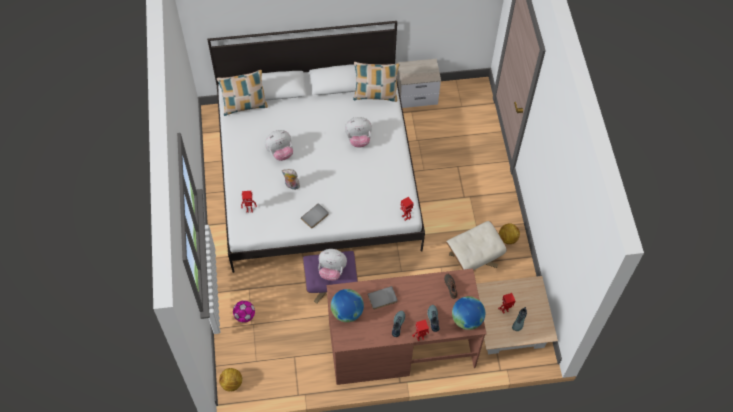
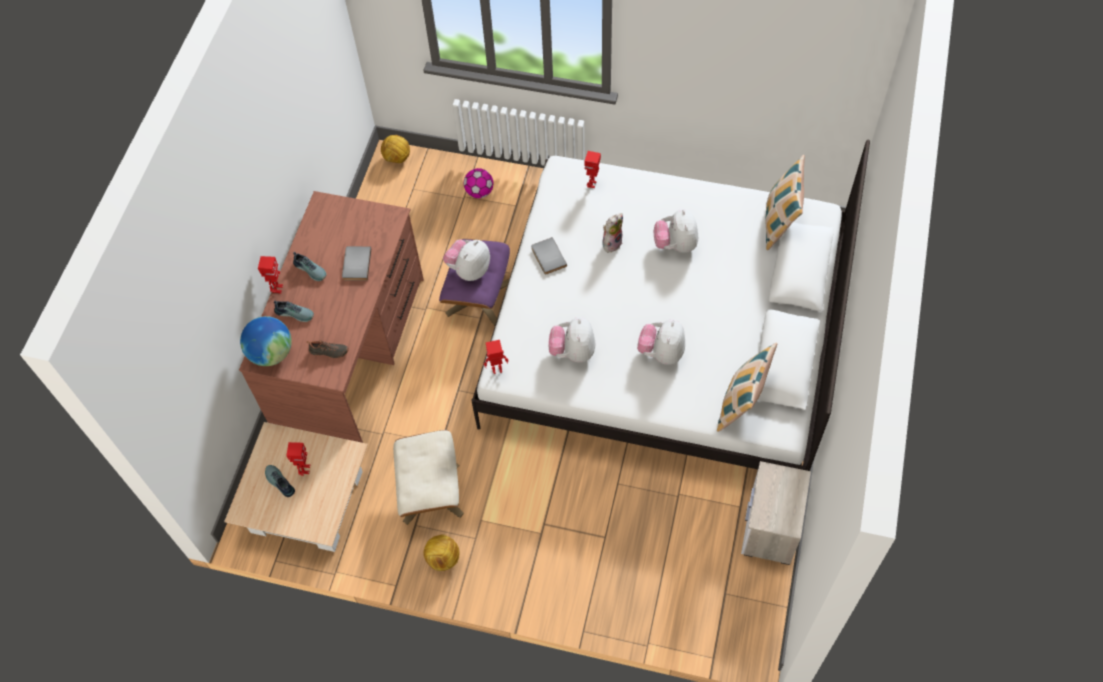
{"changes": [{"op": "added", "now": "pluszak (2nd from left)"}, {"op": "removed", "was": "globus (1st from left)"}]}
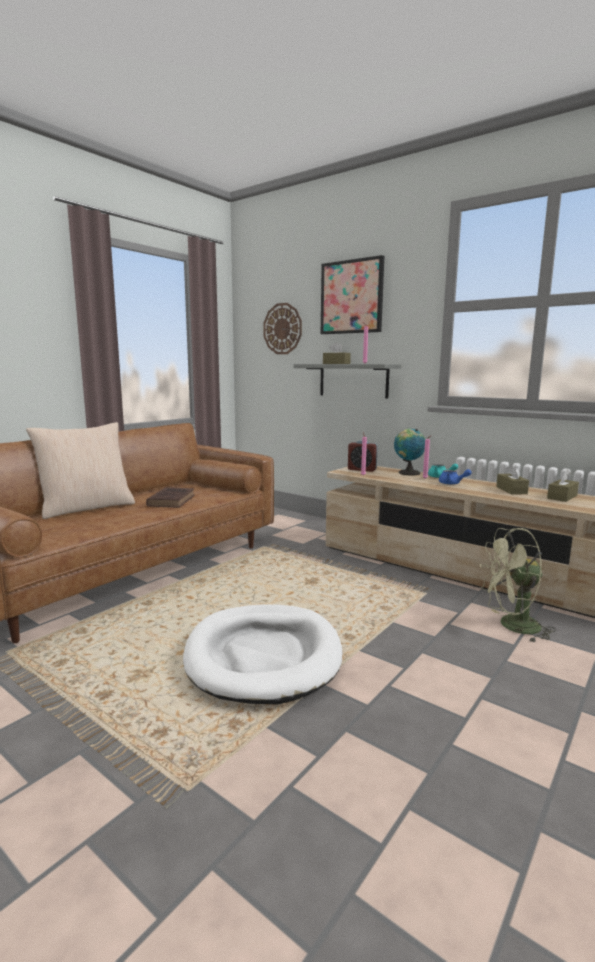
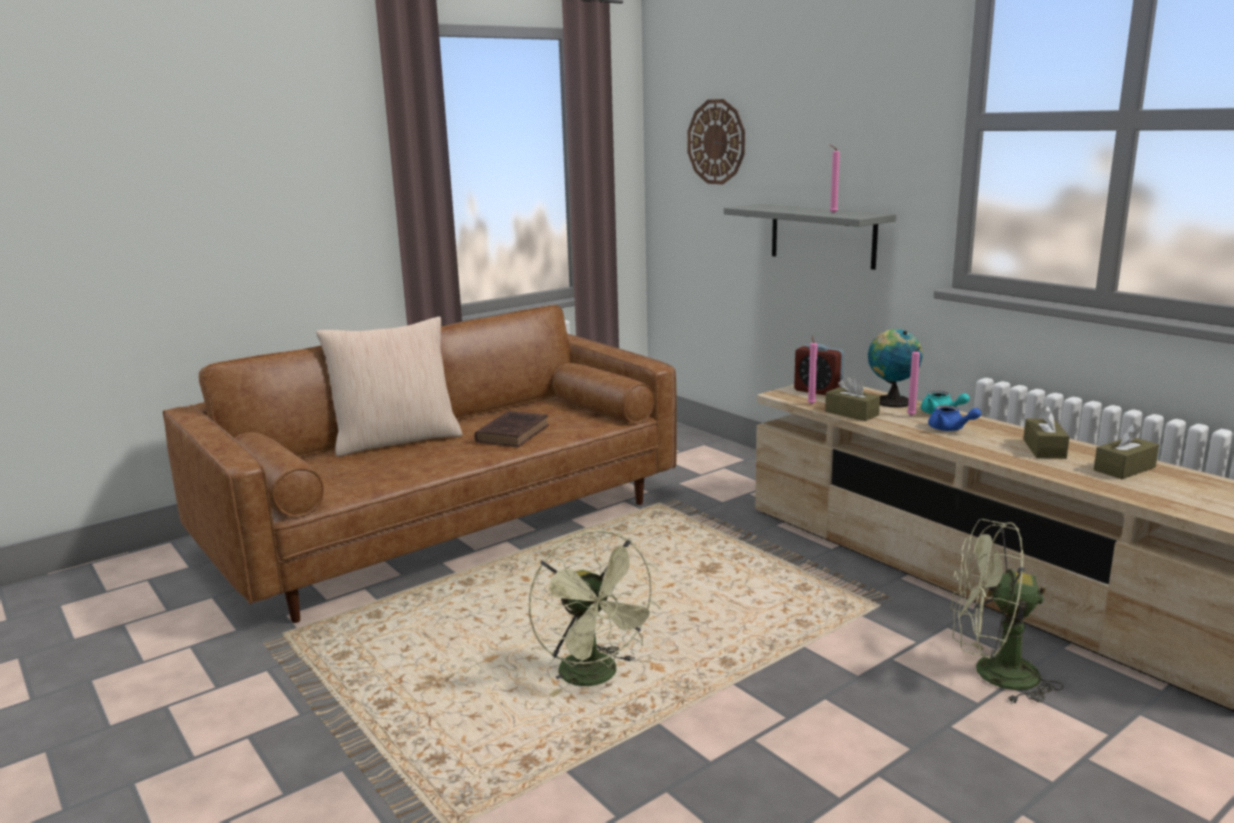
{"changes": [{"op": "replaced", "was": "legowisko (biały)", "now": "wentylator (zielony) (1st from left)"}, {"op": "moved", "was": "pudełko chusteczek (brązowy) (1st from left)"}, {"op": "removed", "was": "obraz"}]}
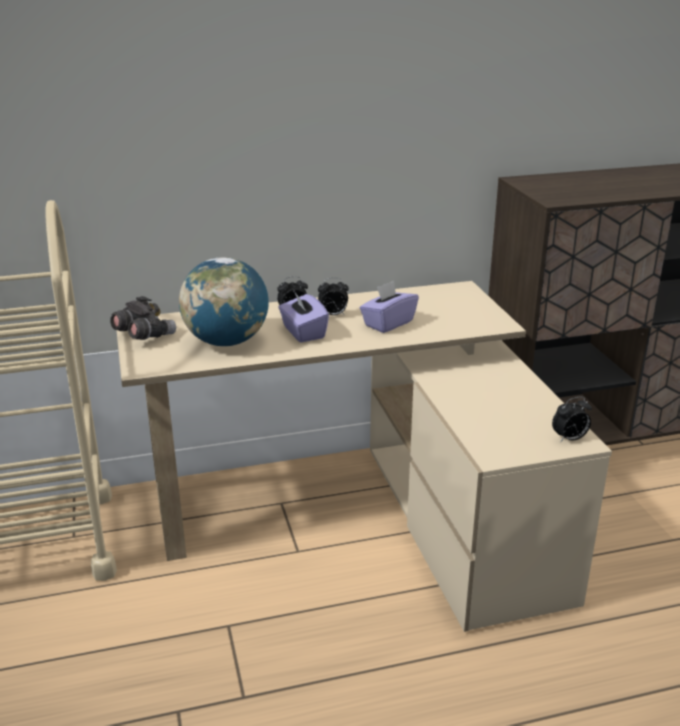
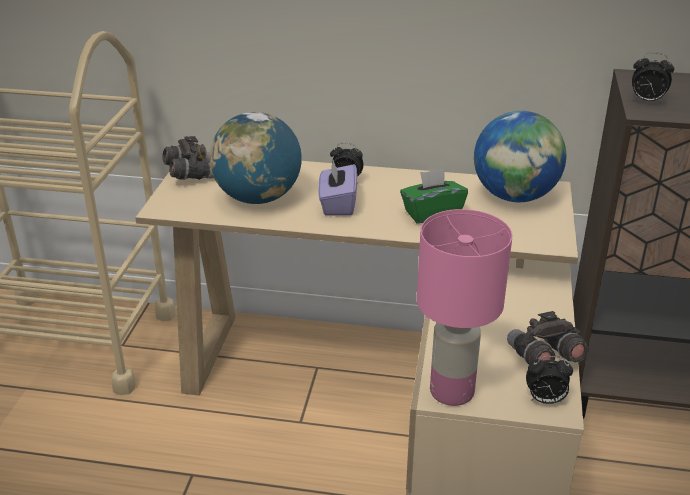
{"changes": [{"op": "recoloured", "was": "pudełko chusteczek (fioletowy) (2nd from left)", "now": "pudełko chusteczek (zielony)"}, {"op": "added", "now": "lampa stołowa (różowy)"}, {"op": "added", "now": "globus (2nd from left)"}, {"op": "added", "now": "lornetka (szary) (2nd from left)"}, {"op": "moved", "was": "budzik (2nd from left in the first image)", "now": "budzik (3rd from left)"}]}
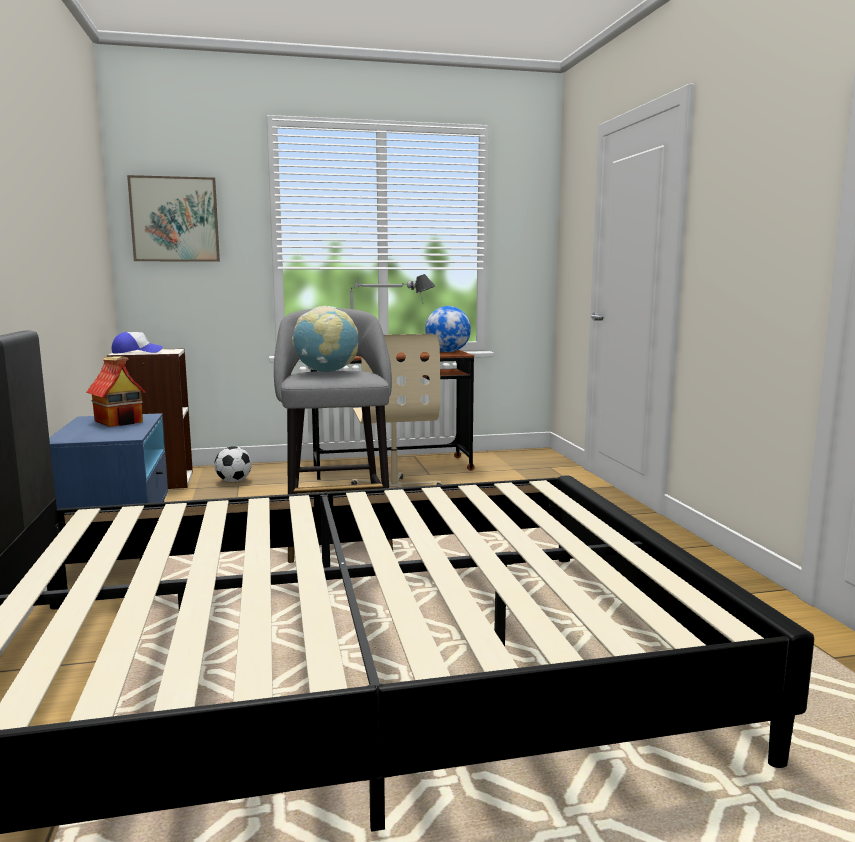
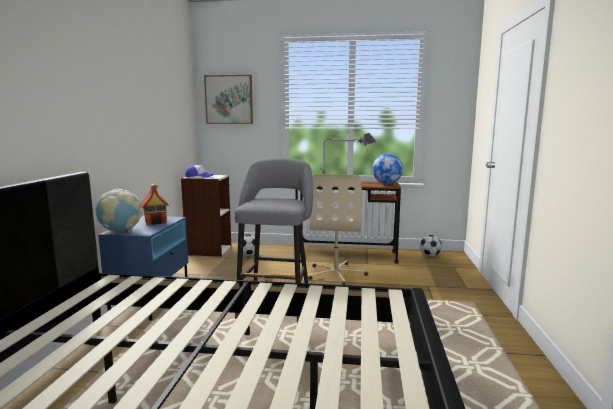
{"changes": [{"op": "moved", "was": "globus (1st from left)"}, {"op": "added", "now": "piłka futbolowa (2nd from left)"}]}
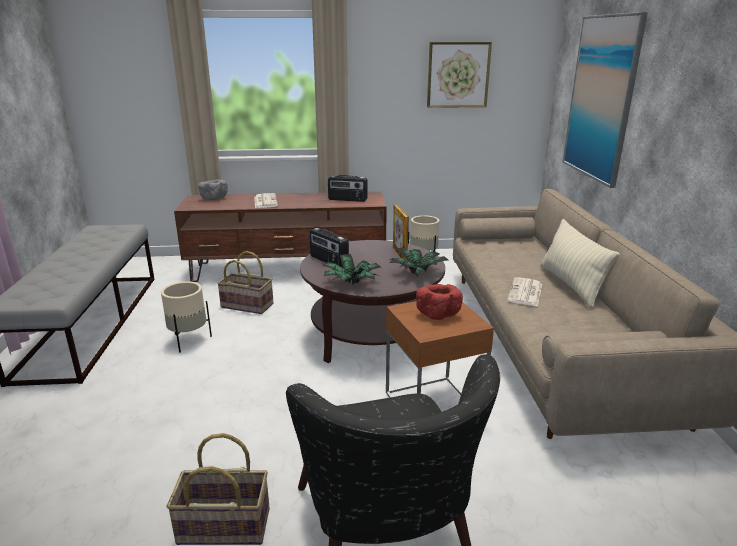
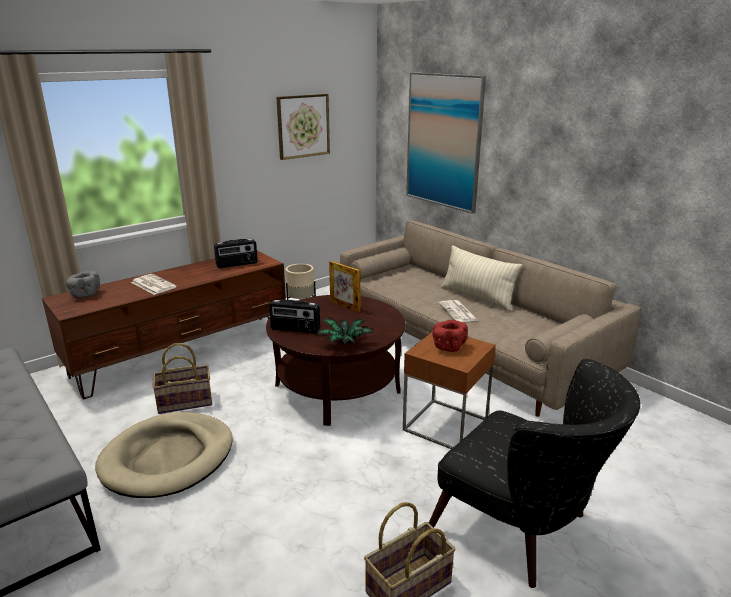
{"changes": [{"op": "replaced", "was": "donica (beżowy) (1st from left)", "now": "legowisko (beżowy)"}, {"op": "removed", "was": "roślina doniczkowa (2nd from left)"}]}
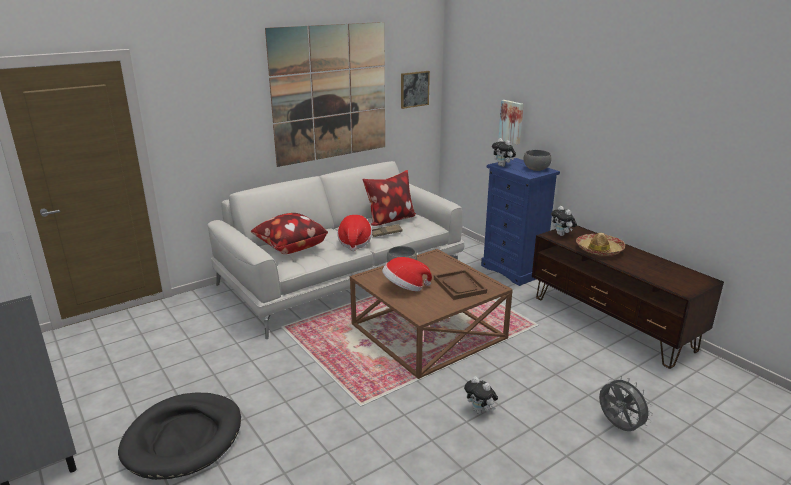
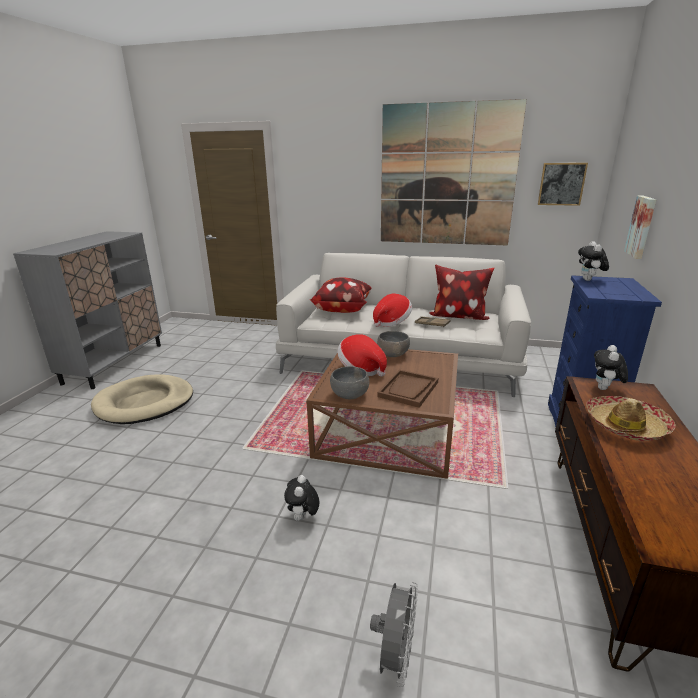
{"changes": [{"op": "recoloured", "was": "legowisko (czarny)", "now": "legowisko (beżowy)"}, {"op": "moved", "was": "miska (szary) (2nd from left in the first image)", "now": "miska (szary) (1st from left)"}]}
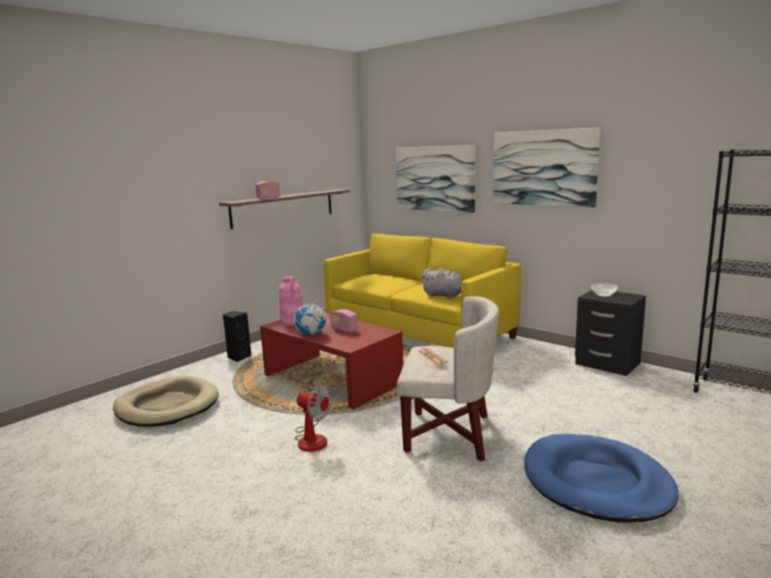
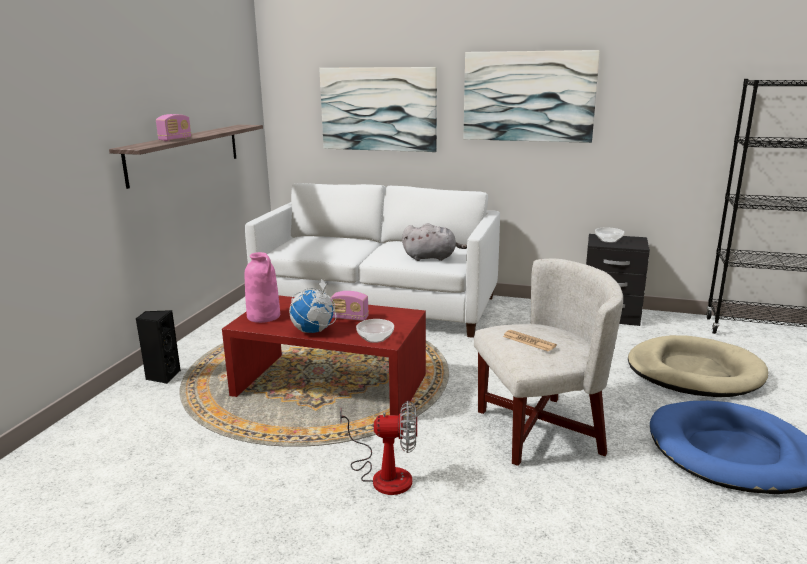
{"changes": [{"op": "recoloured", "was": "kanapa (żółty)", "now": "kanapa (biały)"}, {"op": "added", "now": "miska (1st from left)"}, {"op": "moved", "was": "legowisko (beżowy)"}]}
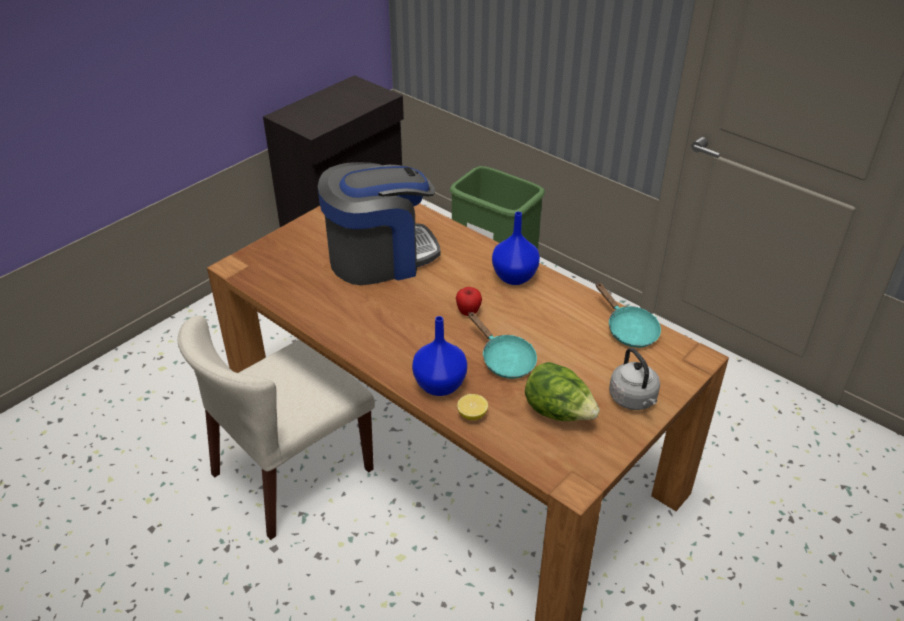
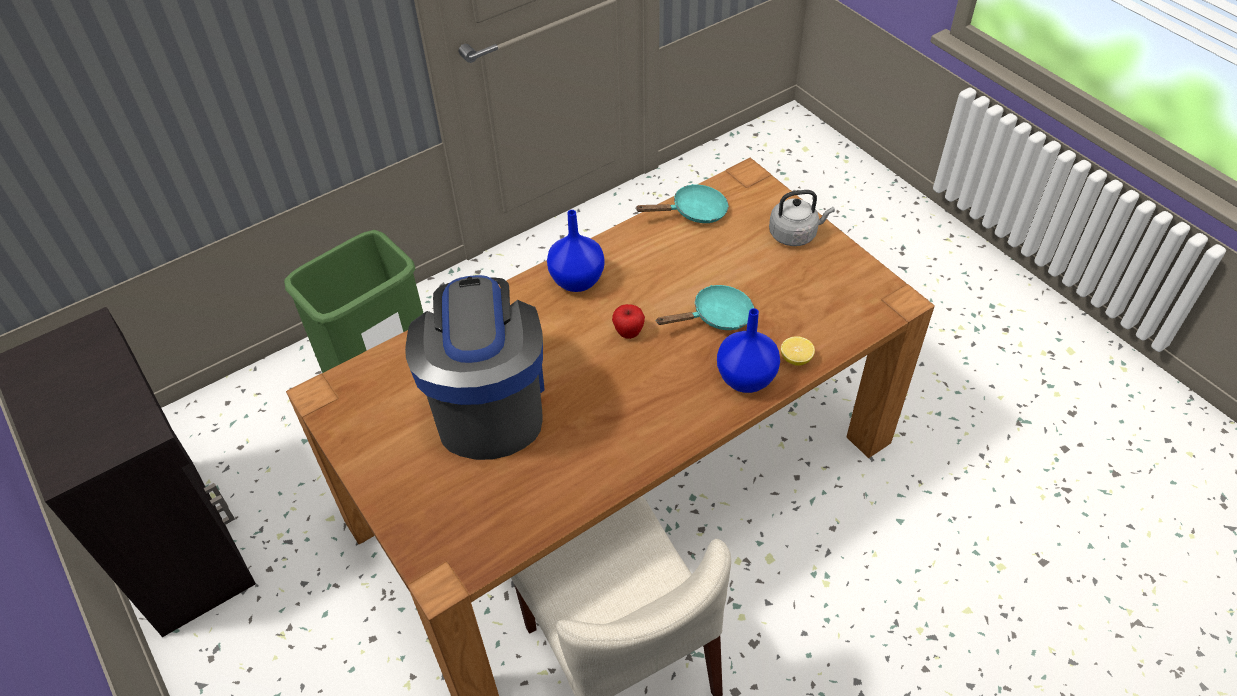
{"changes": [{"op": "removed", "was": "sałata"}]}
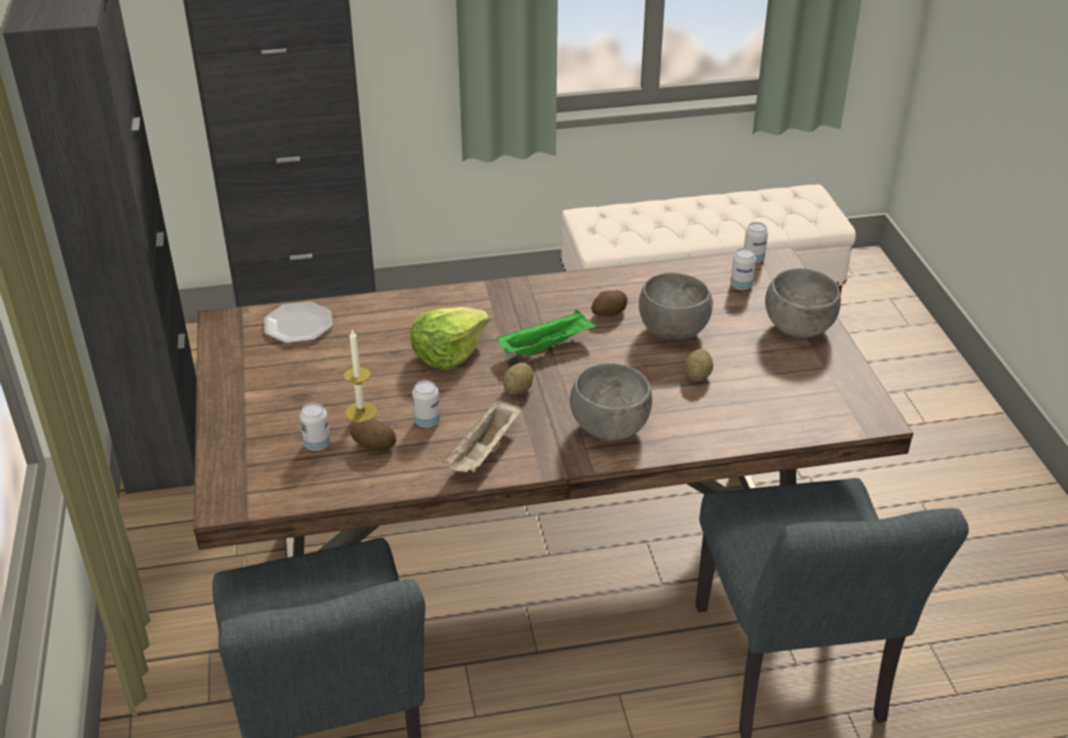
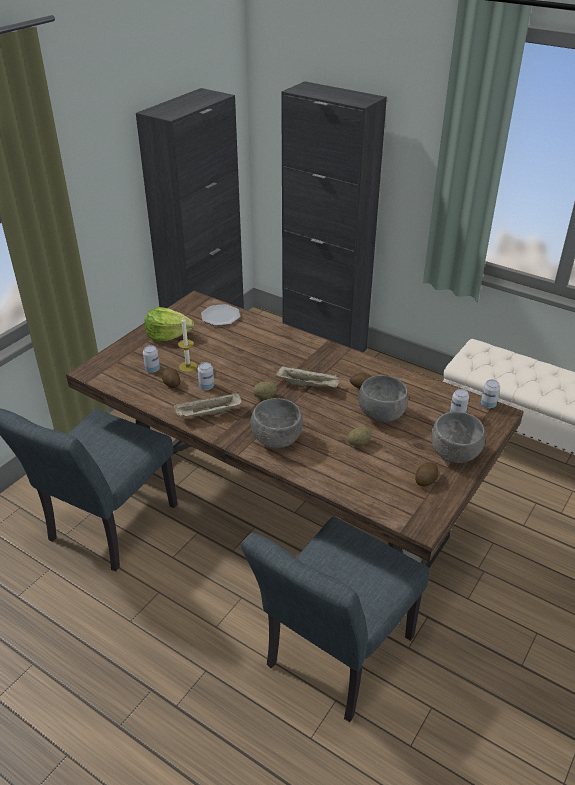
{"changes": [{"op": "moved", "was": "sałata"}, {"op": "recoloured", "was": "taca (zielony)", "now": "taca (beżowy) (2nd from left)"}, {"op": "added", "now": "ziemniak (5th from left)"}]}
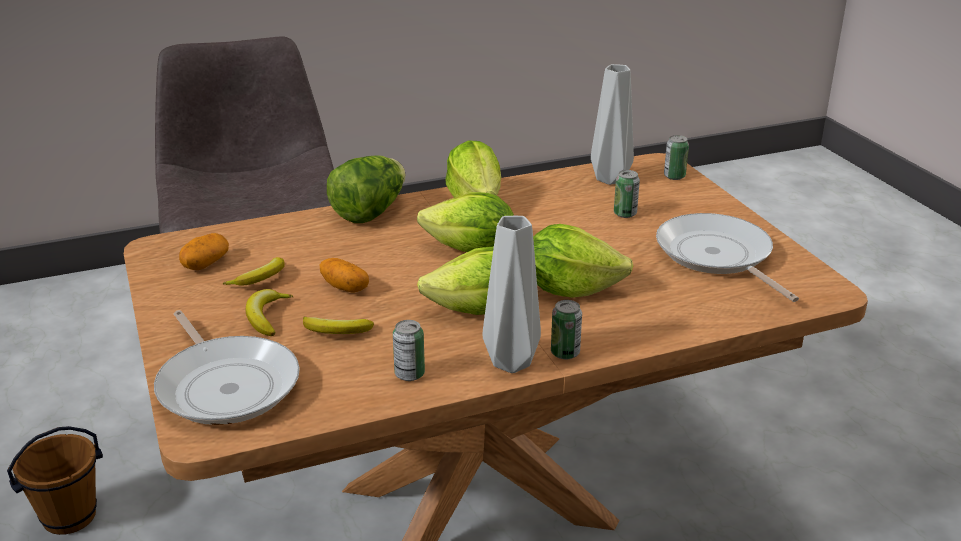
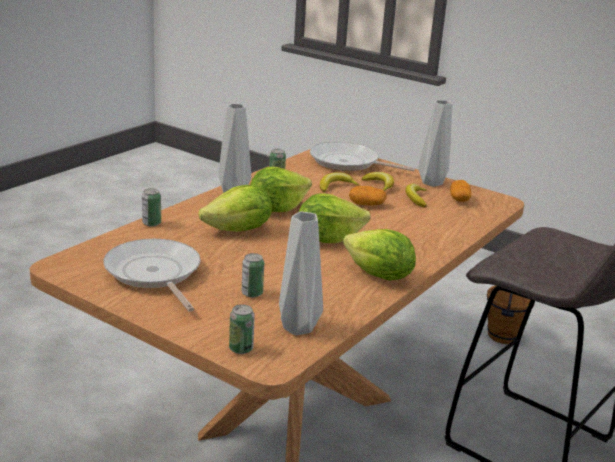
{"changes": [{"op": "turned", "was": "patelnia (2nd from left in the first image)", "clockwise": -150}, {"op": "moved", "was": "puszka (2nd from left in the first image)", "now": "puszka (1st from left)"}, {"op": "added", "now": "wazon (szary) (3rd from left)"}, {"op": "removed", "was": "sałata (1st from left)"}]}
